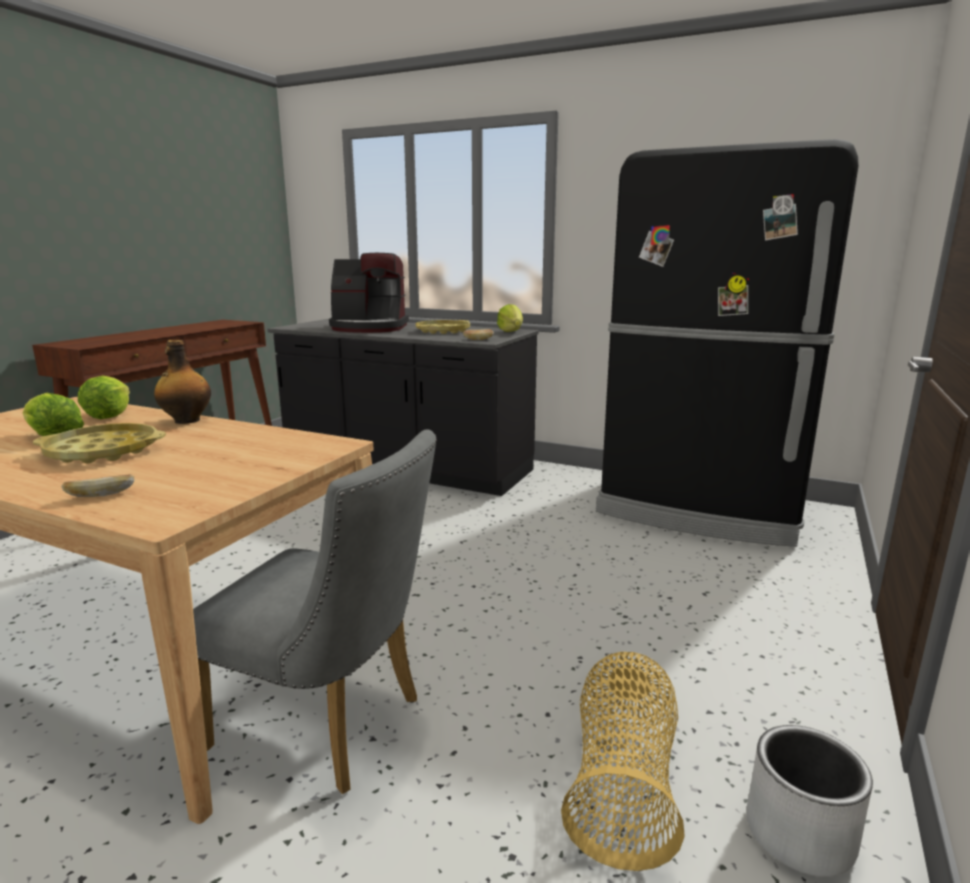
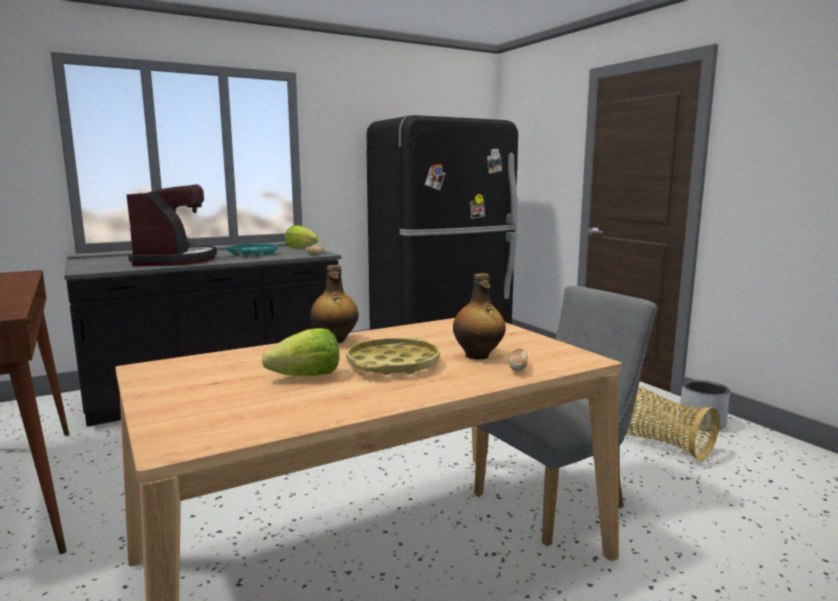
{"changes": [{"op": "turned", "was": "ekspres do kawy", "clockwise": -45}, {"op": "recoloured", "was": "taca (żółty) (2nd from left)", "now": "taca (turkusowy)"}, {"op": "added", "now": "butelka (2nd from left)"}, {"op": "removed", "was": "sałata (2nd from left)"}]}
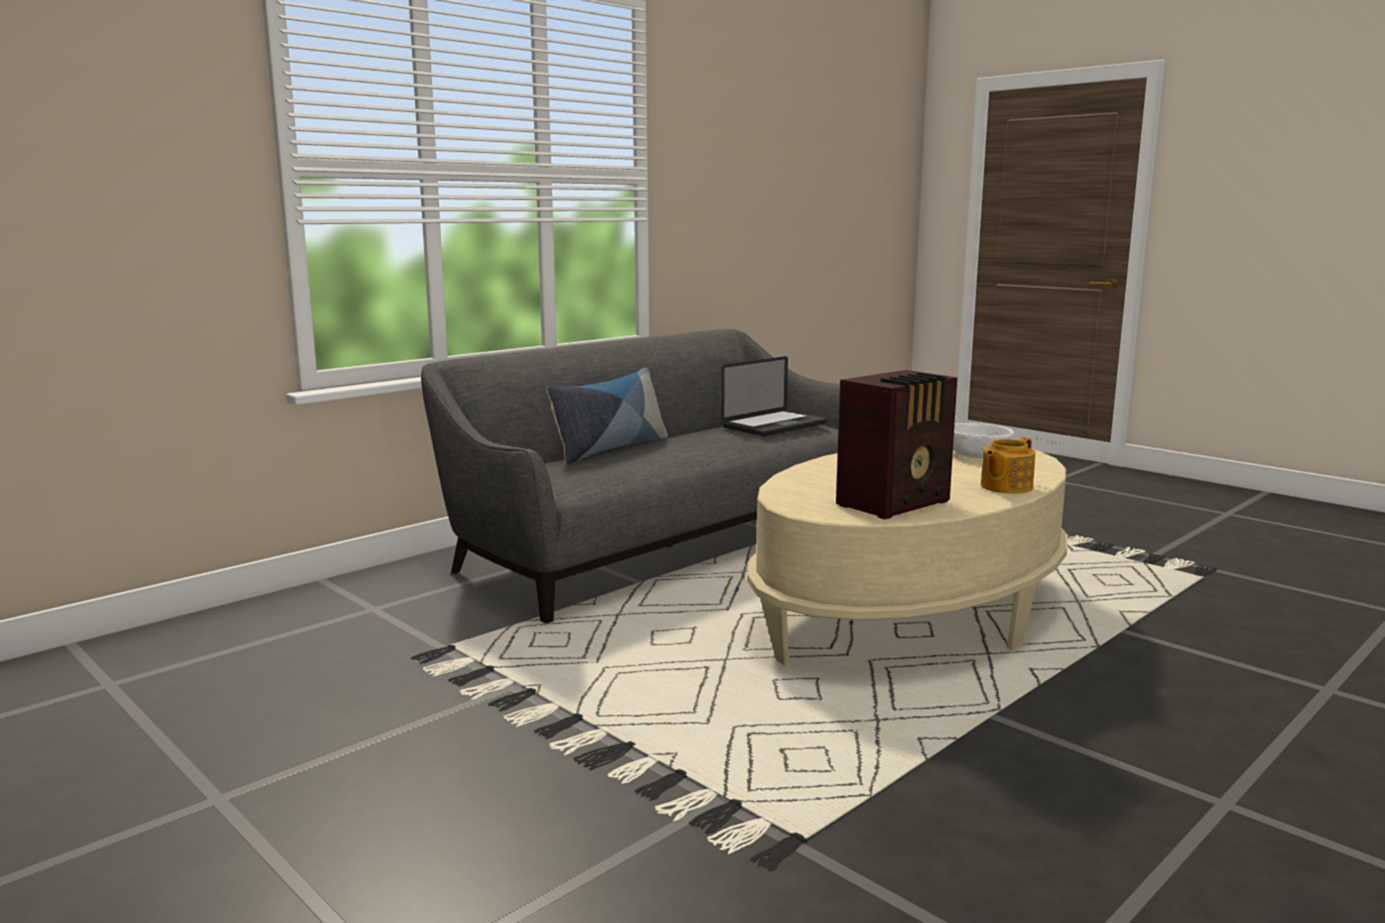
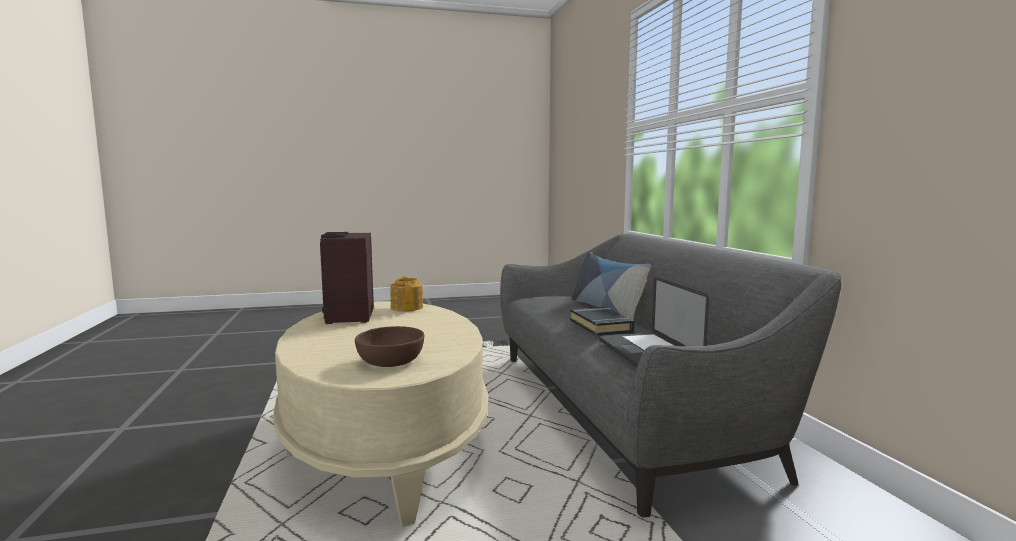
{"changes": [{"op": "recoloured", "was": "miska (biały)", "now": "miska (brązowy)"}, {"op": "moved", "was": "imbryk"}, {"op": "added", "now": "książka (czarny)"}]}
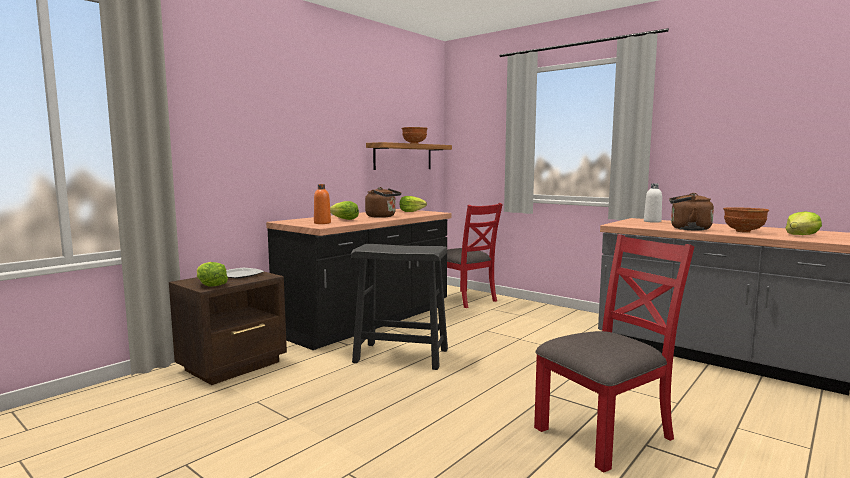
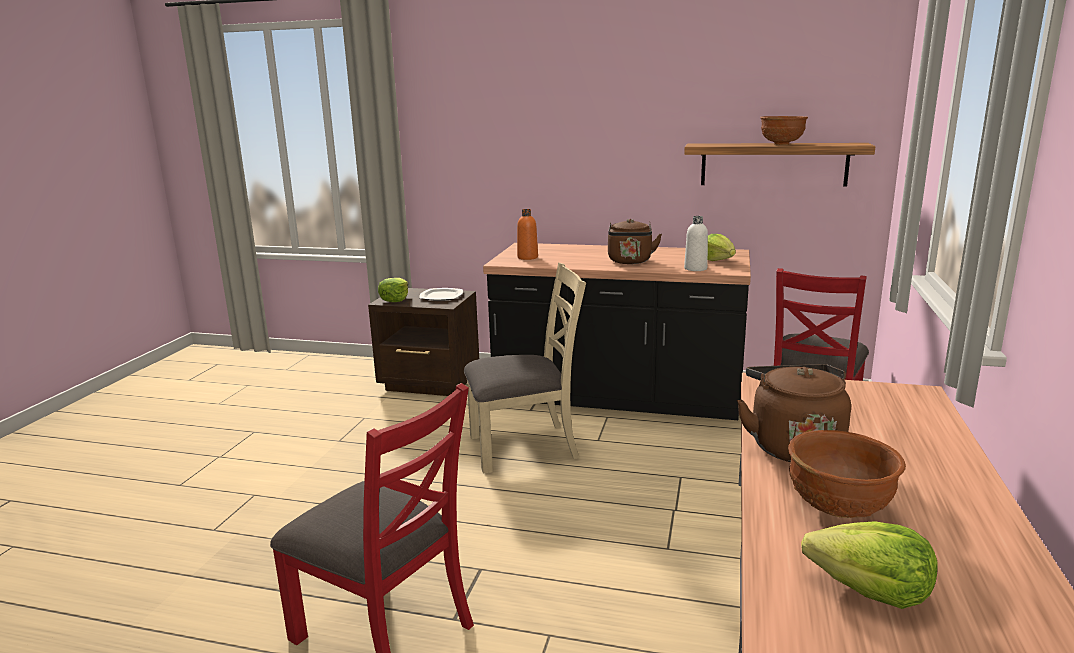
{"changes": [{"op": "replaced", "was": "stołek (czarny)", "now": "krzesło (beżowy)"}, {"op": "moved", "was": "butelka (biały)"}, {"op": "removed", "was": "sałata (2nd from left)"}]}
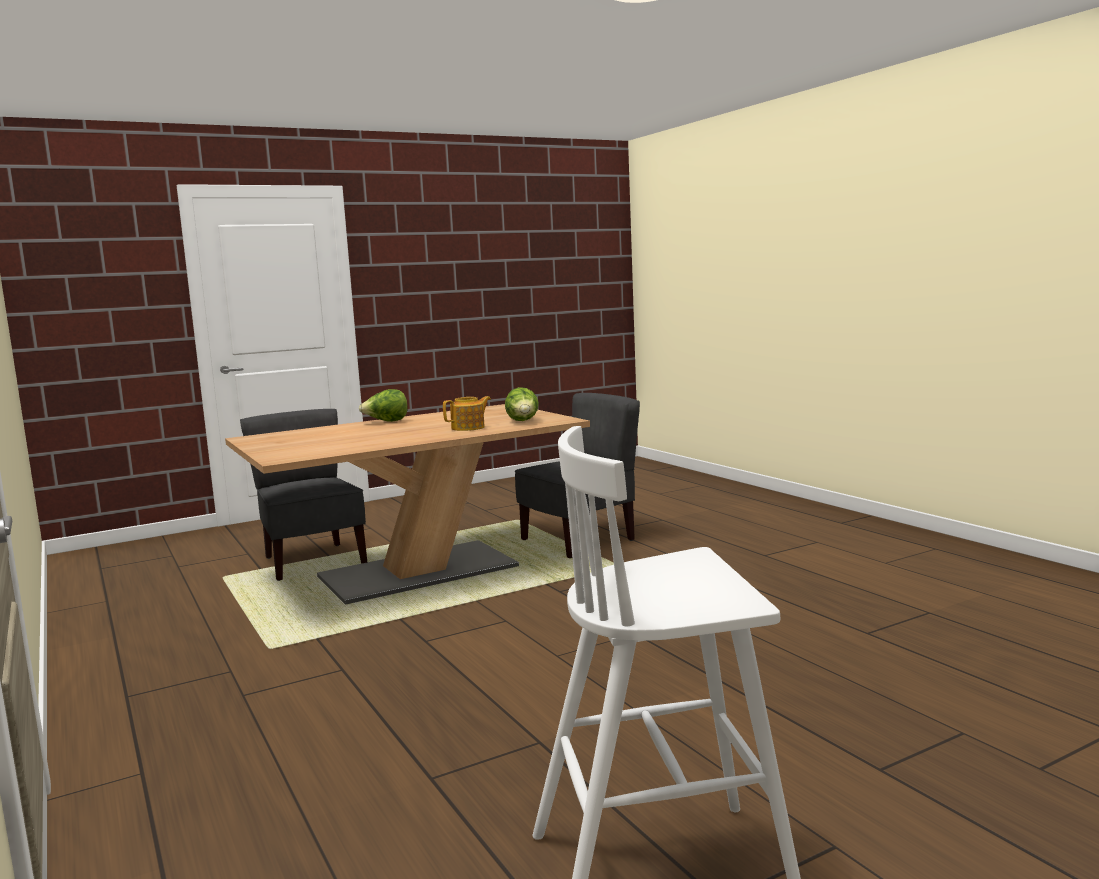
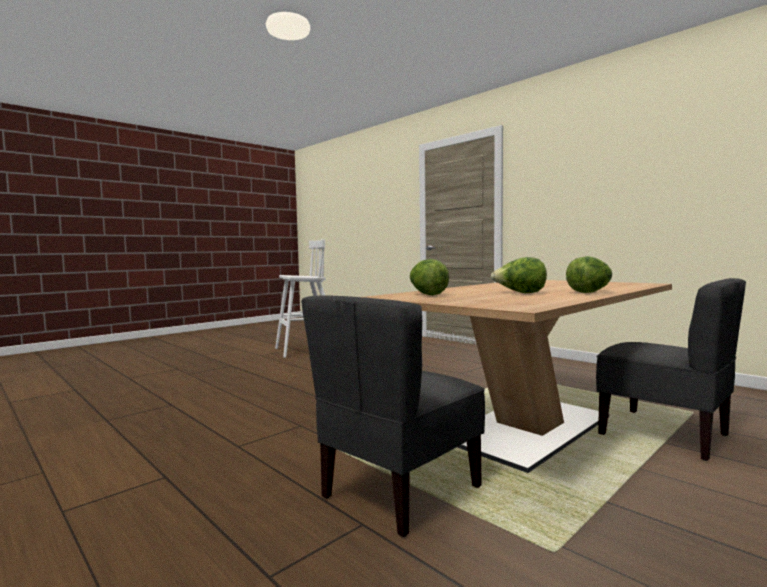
{"changes": [{"op": "added", "now": "sałata (2nd from left)"}, {"op": "removed", "was": "imbryk"}]}
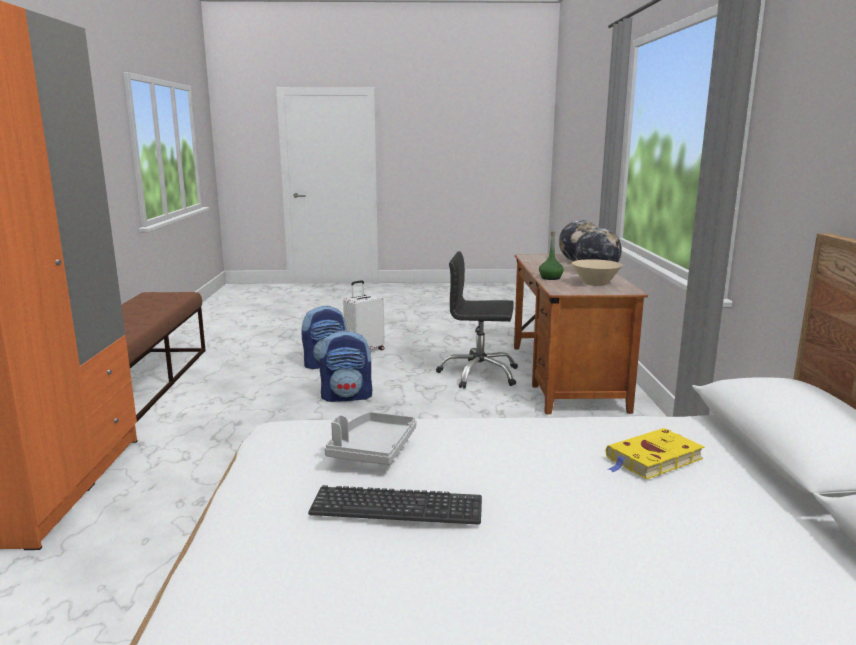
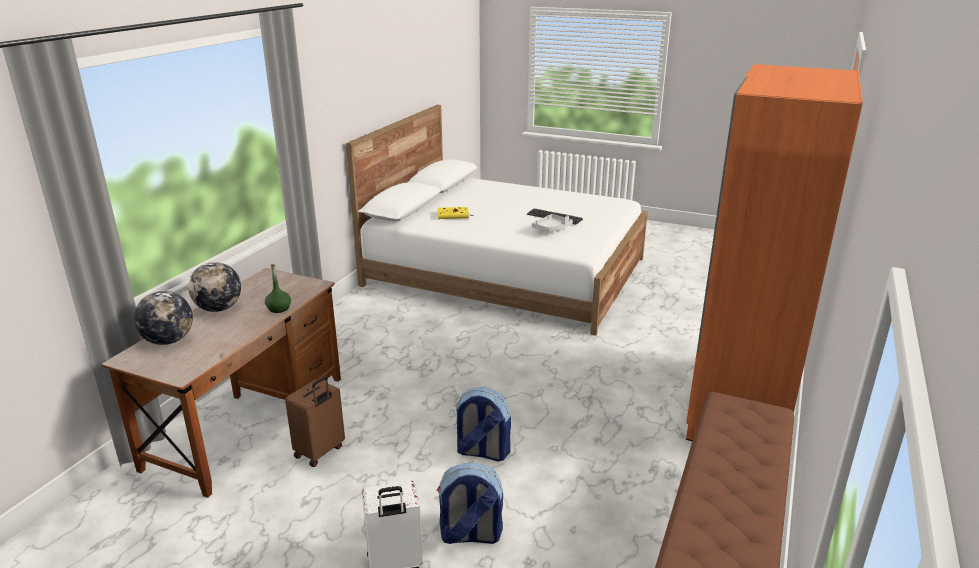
{"changes": [{"op": "replaced", "was": "krzesło biurowe (czarny)", "now": "walizka (brązowy)"}, {"op": "removed", "was": "miska (beżowy)"}]}
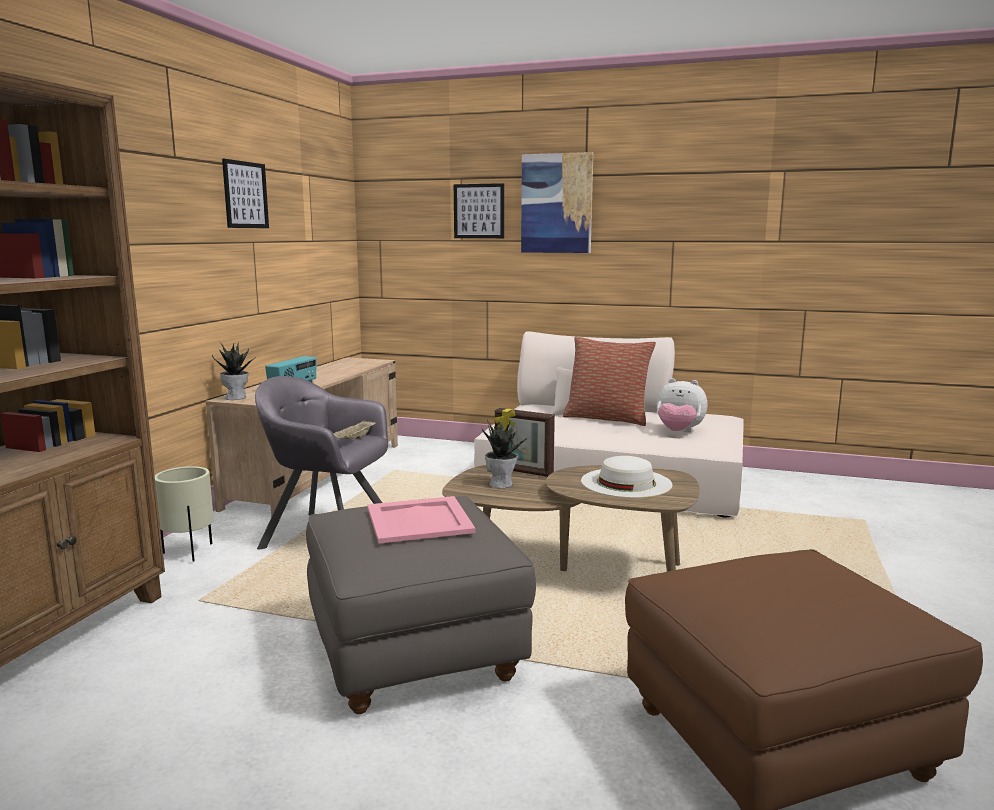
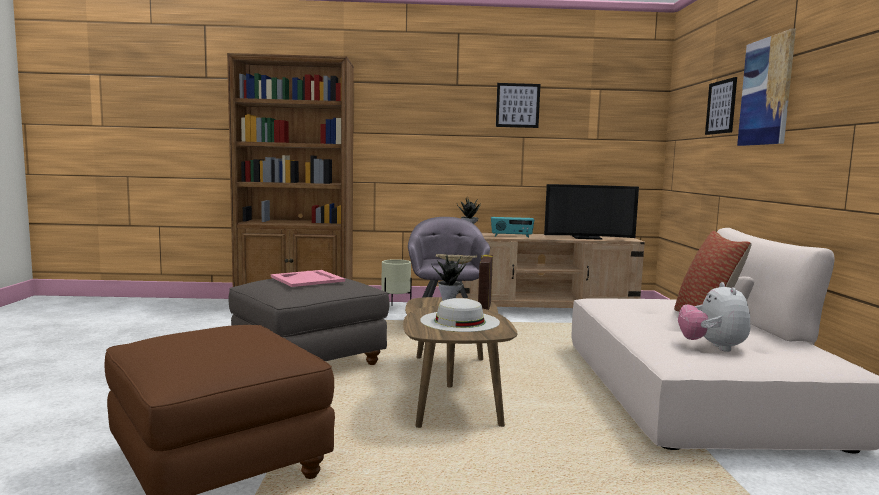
{"changes": [{"op": "added", "now": "telewizor"}]}
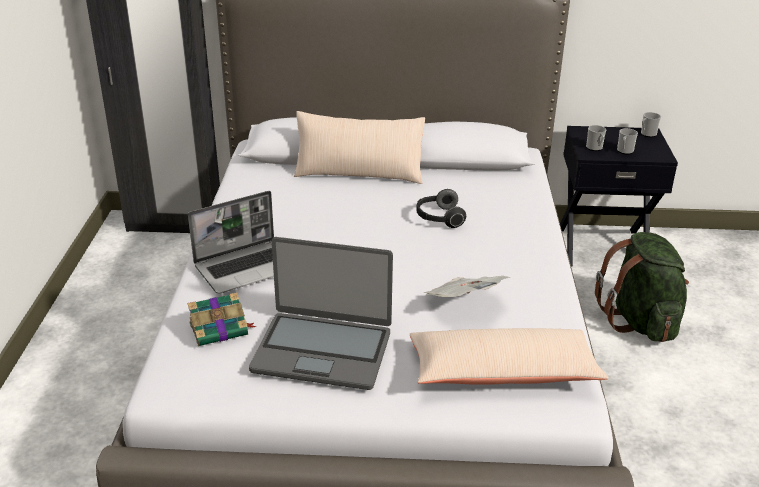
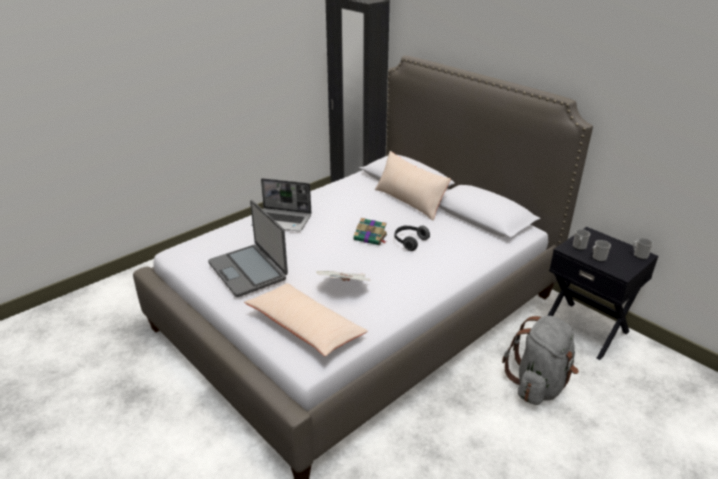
{"changes": [{"op": "moved", "was": "książka"}, {"op": "recoloured", "was": "plecak (zielony)", "now": "plecak (szary)"}]}
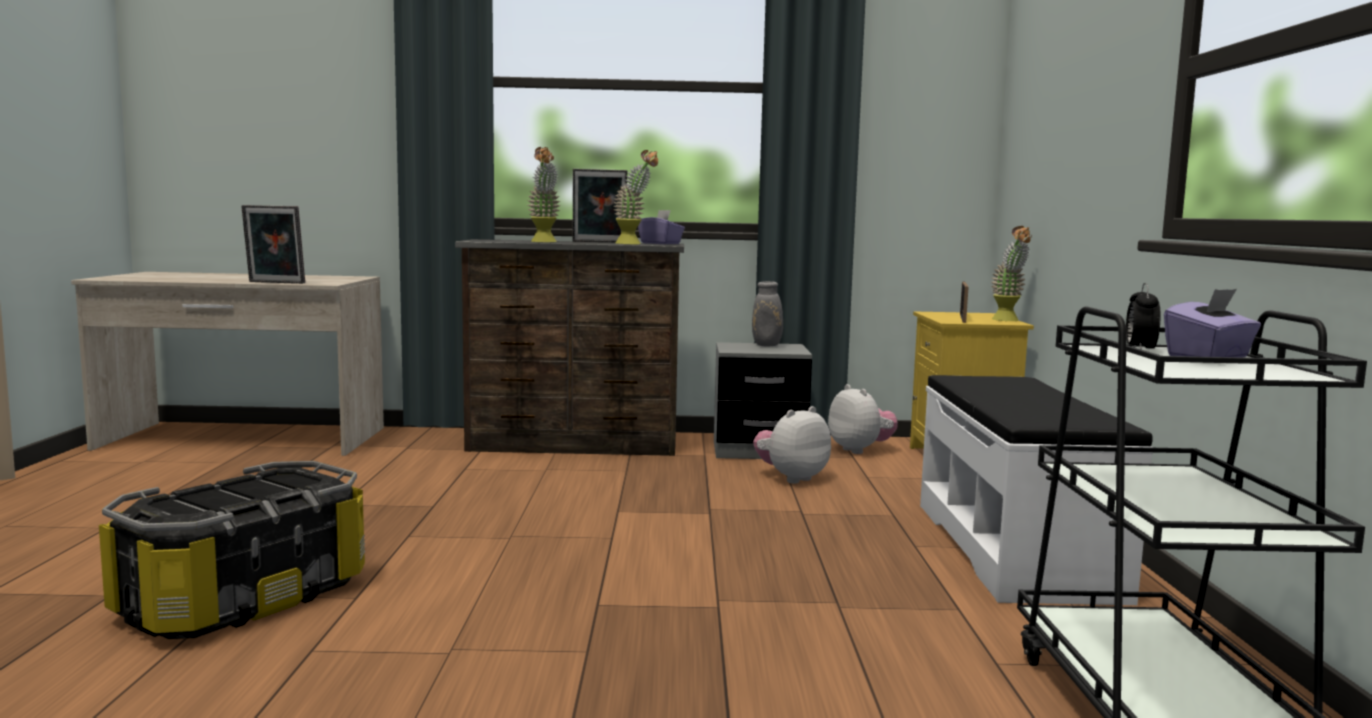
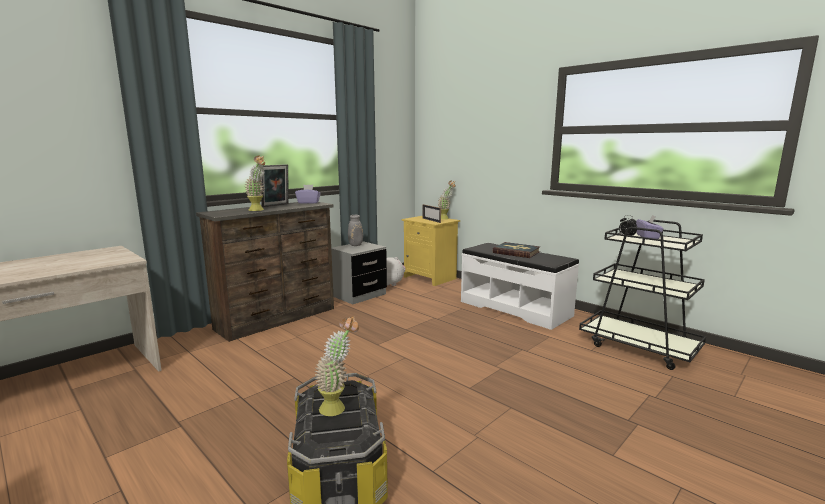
{"changes": [{"op": "moved", "was": "roślina doniczkowa (2nd from left)"}, {"op": "added", "now": "książka"}, {"op": "removed", "was": "ramka na zdjęcie (1st from left)"}, {"op": "removed", "was": "pluszak (1st from left)"}]}
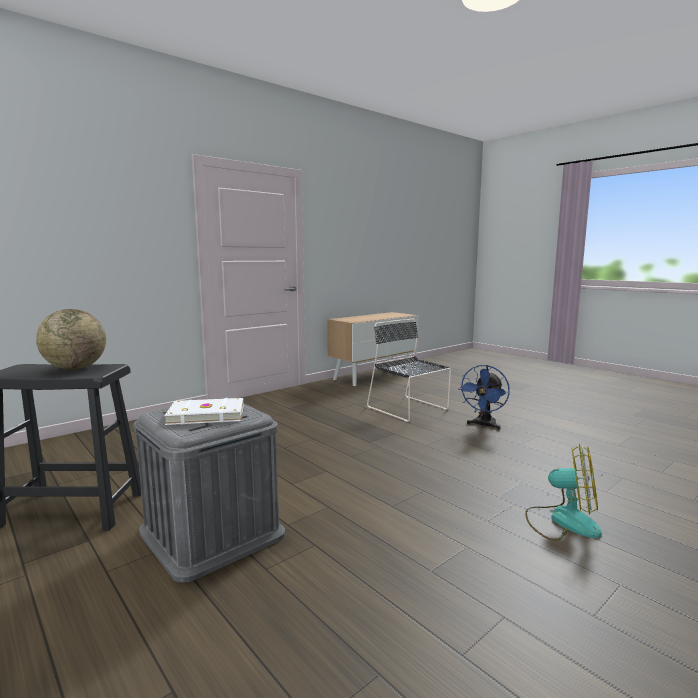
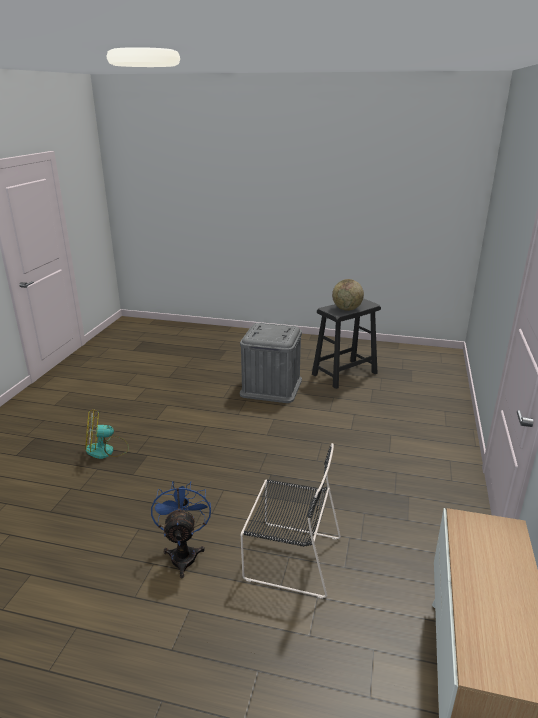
{"changes": [{"op": "removed", "was": "książka (biały)"}]}
